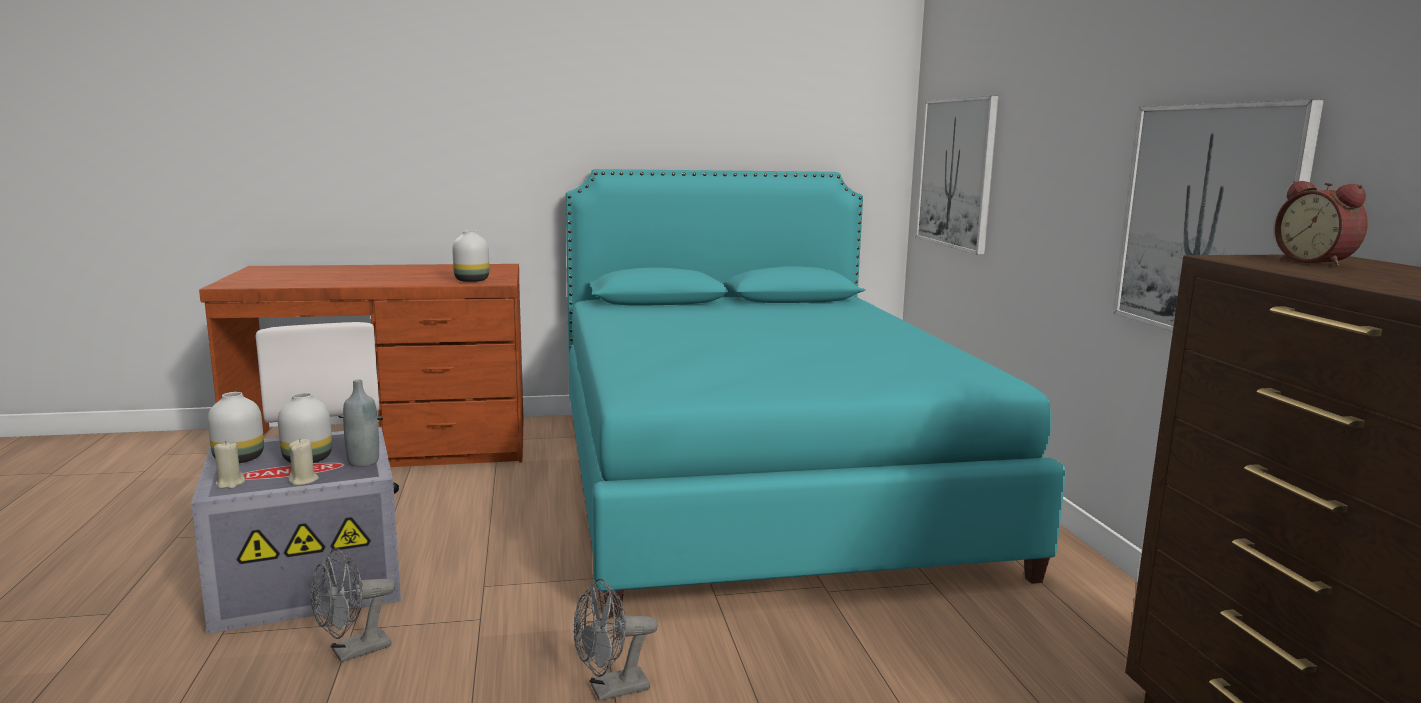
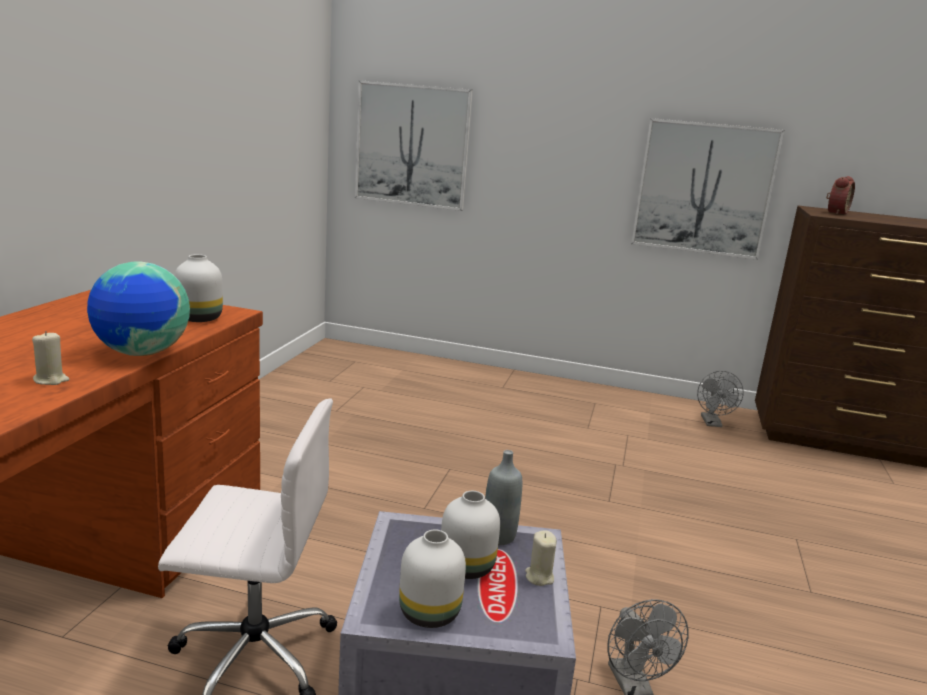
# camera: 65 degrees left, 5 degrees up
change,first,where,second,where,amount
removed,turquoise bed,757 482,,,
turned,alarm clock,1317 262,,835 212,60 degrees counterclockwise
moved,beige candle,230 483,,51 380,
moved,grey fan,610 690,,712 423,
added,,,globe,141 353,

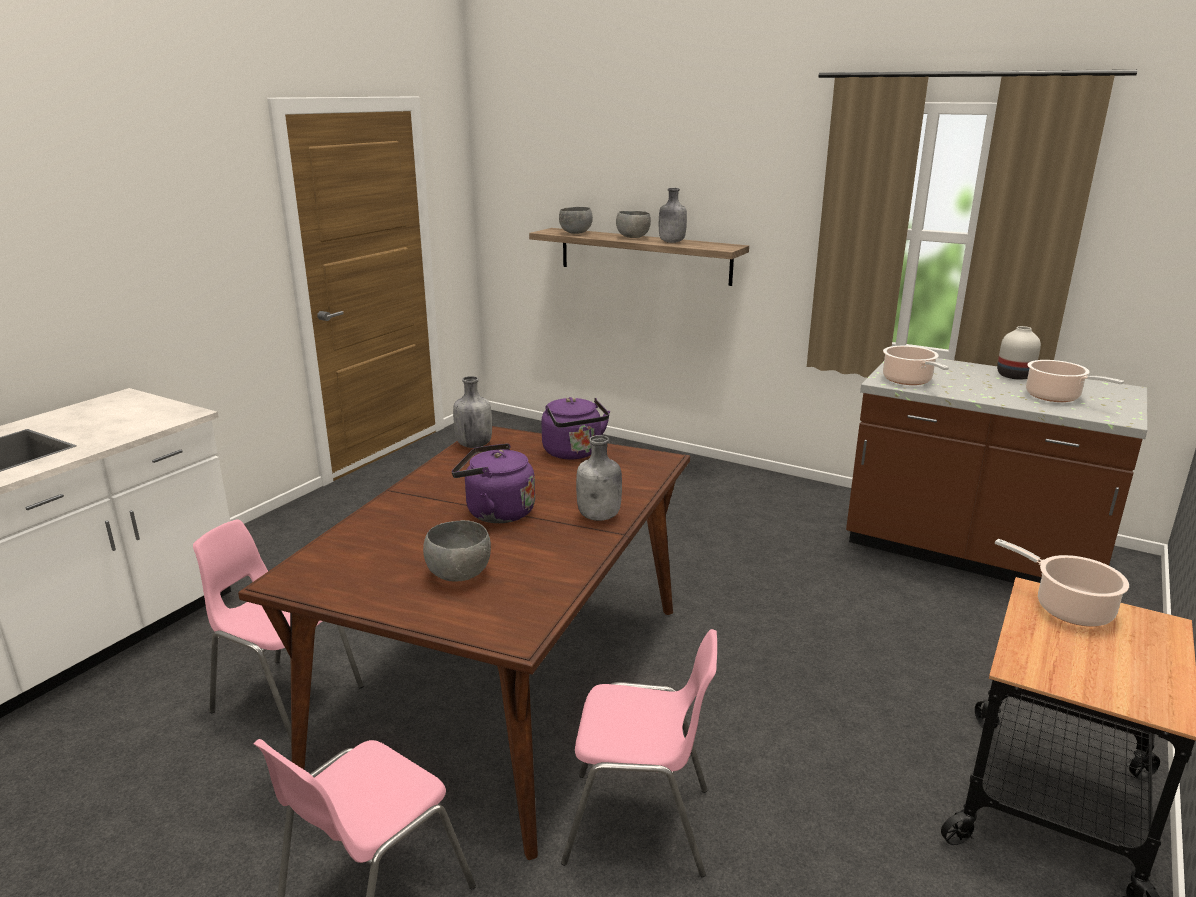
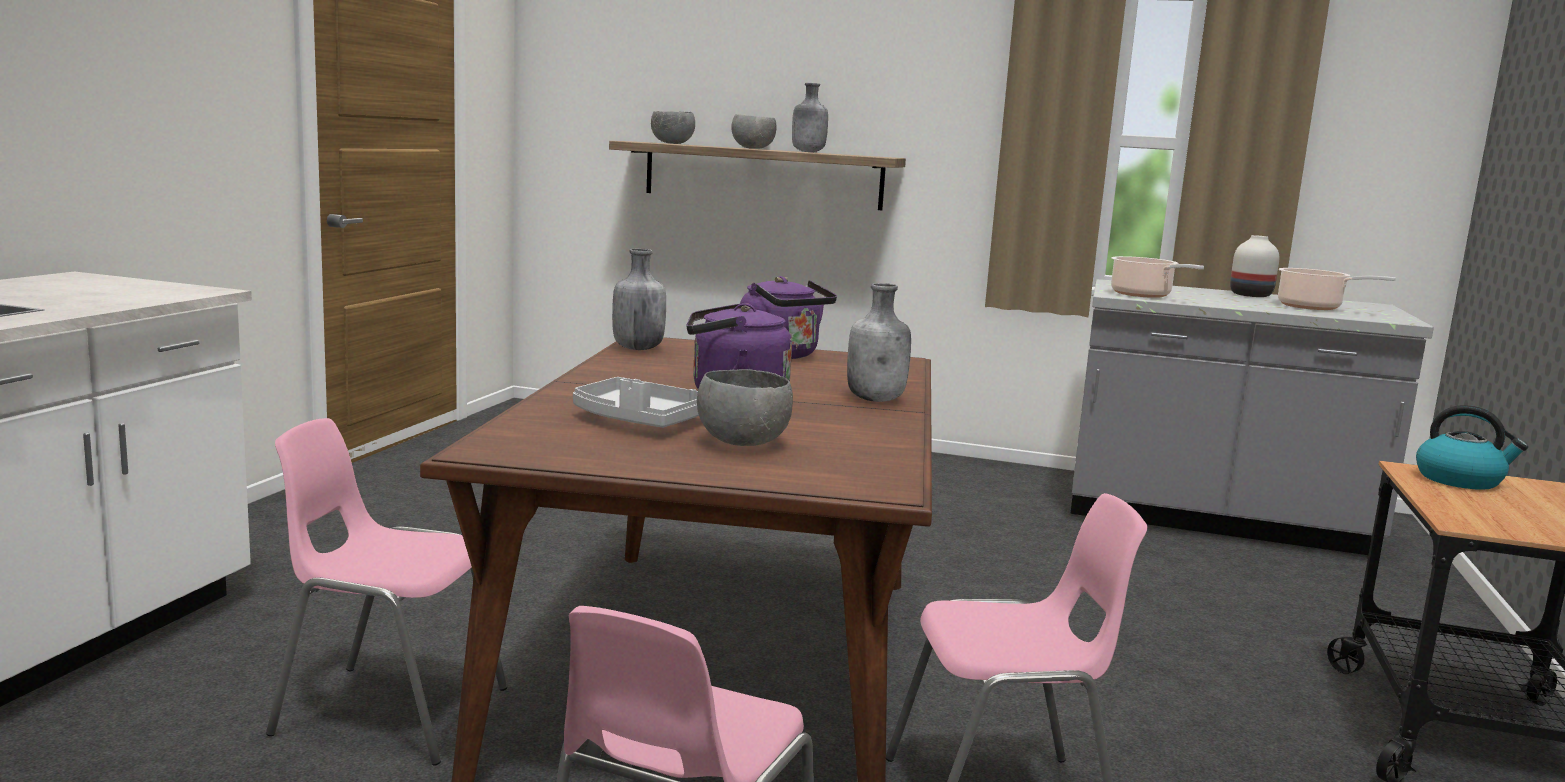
# camera: 15 degrees left, 10 degrees down
change,first,where,second,where,amount
recoloured,brown counter,970 554,grey counter,1215 520,
replaced,cooking pot,1068 608,kettle,1460 480,
added,,,grey tray,639 421,

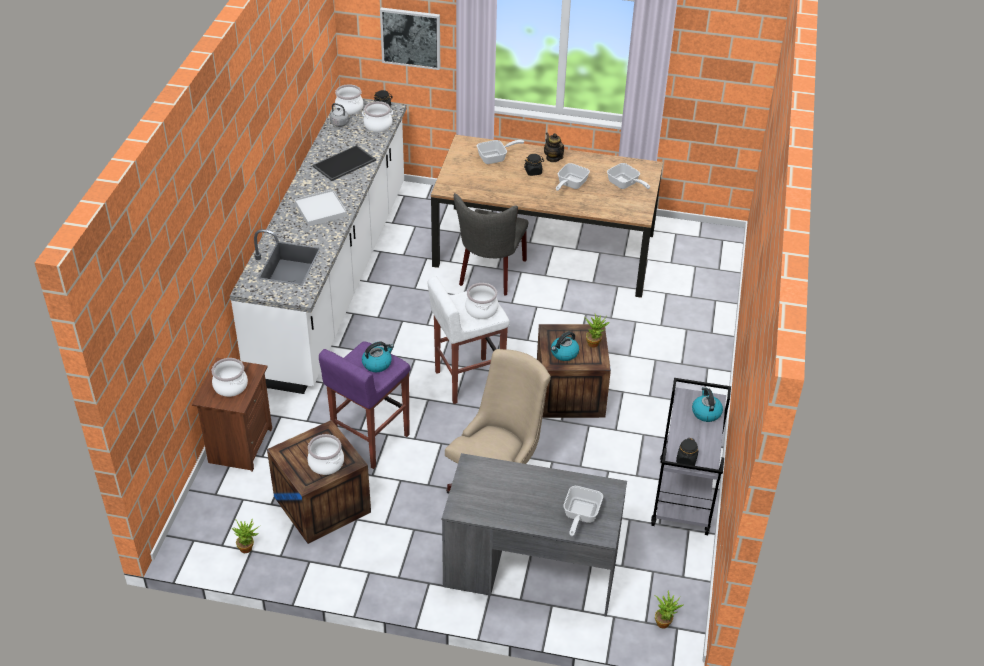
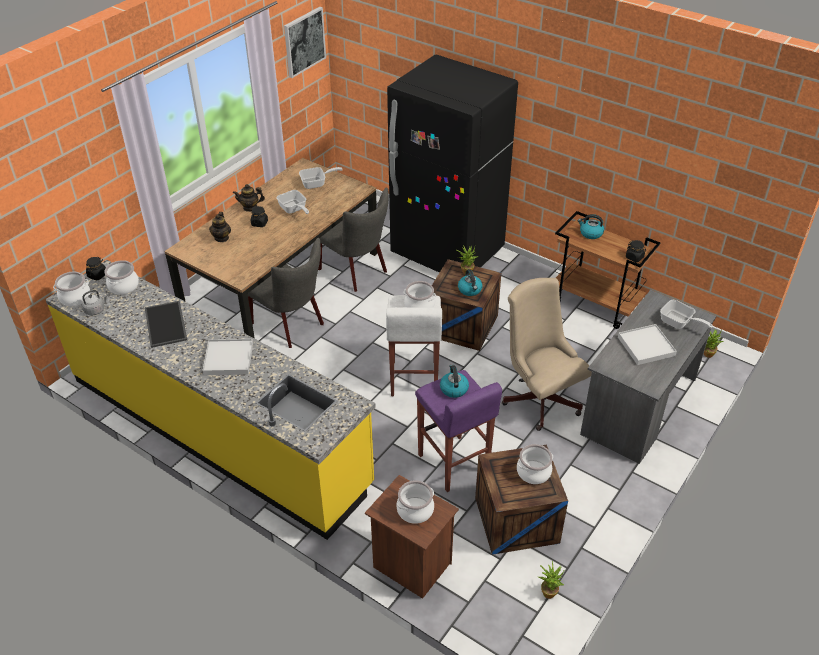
# camera: 65 degrees left, 0 degrees up
change,first,where,second,where,amount
moved,picture,411 38,,304 41,
recoloured,white counter,333 278,yellow counter,218 430,
replaced,frying pan,495 158,teapot,222 238,
recoloured,grey cart,684 497,brown cart,596 304,
added,,,black fridge,447 252,
added,,,grey chair,356 271,
added,,,white tray,646 346,

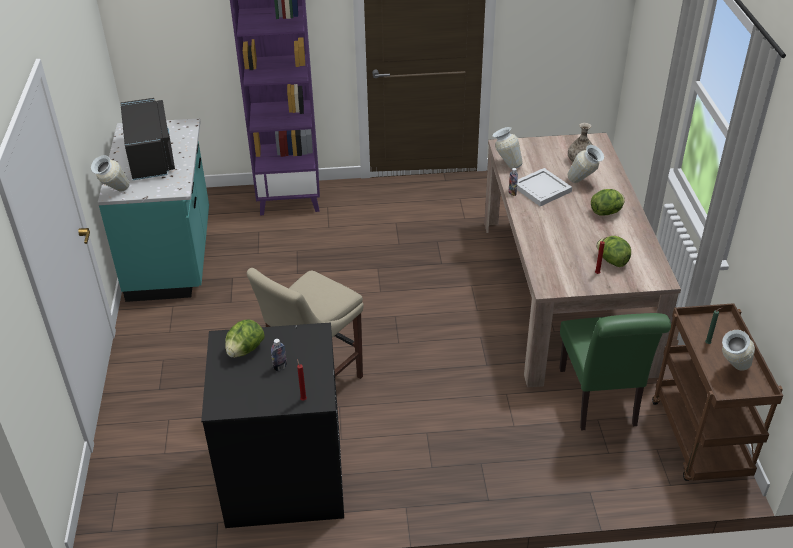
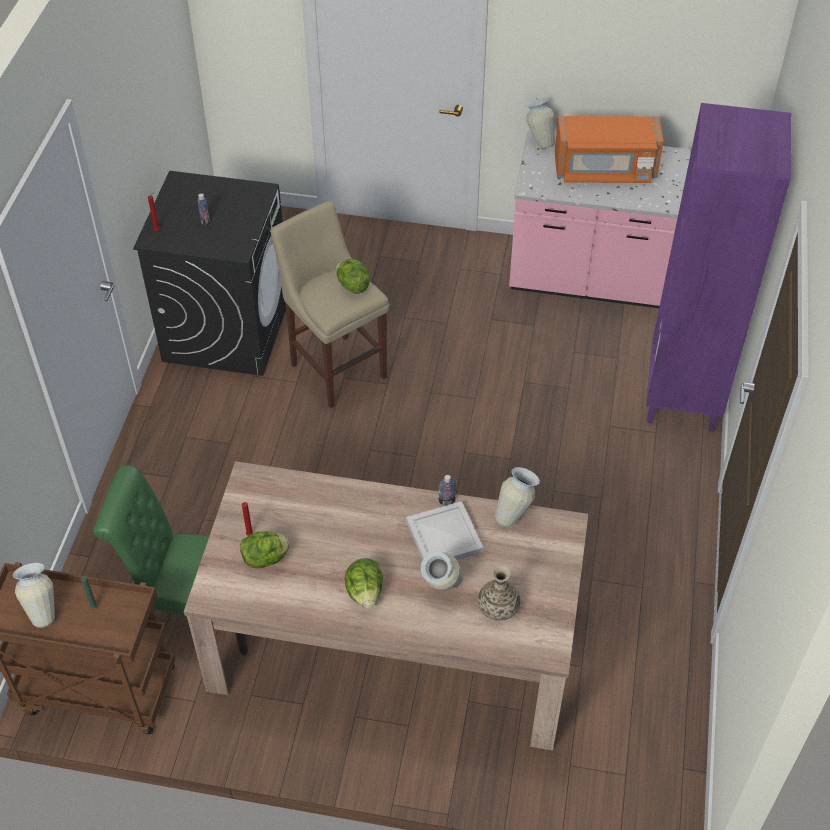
# camera: 105 degrees right, 10 degrees up
change,first,where,second,where,amount
recoloured,black microwave,150 157,orange microwave,604 170,
recoloured,turquoise counter,172 256,pink counter,588 279,
moved,lettuce,245 350,,352 285,

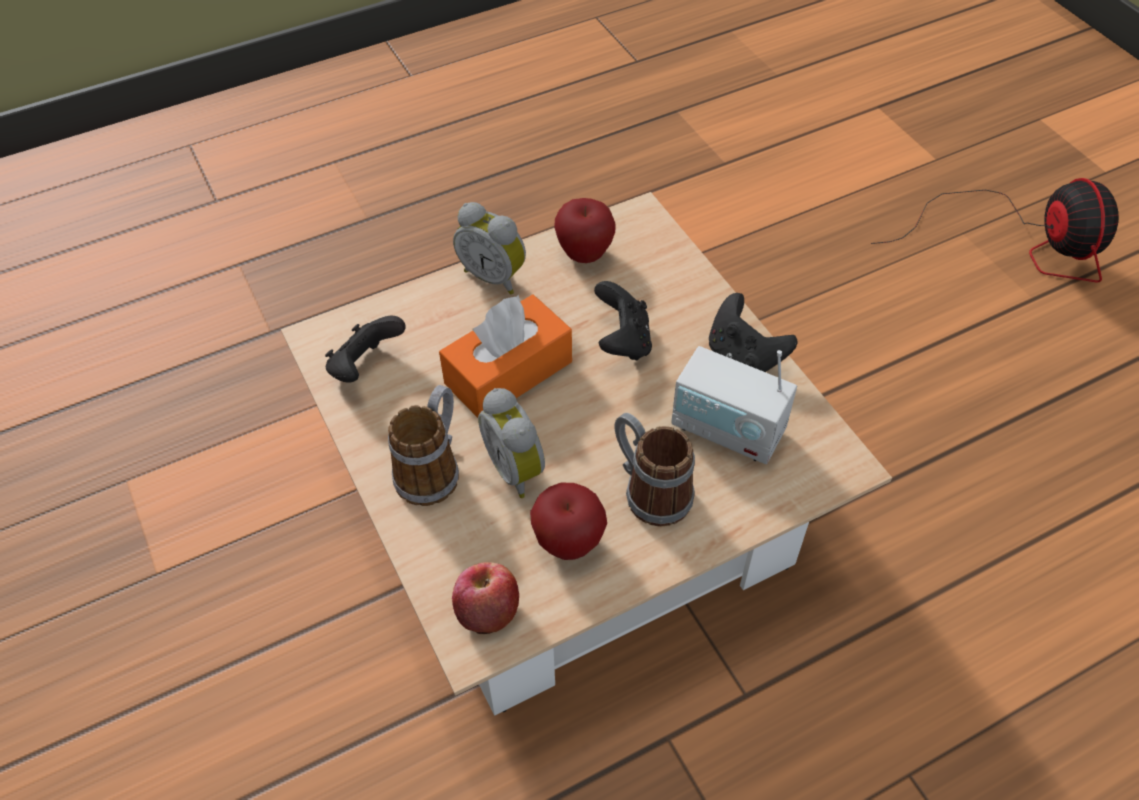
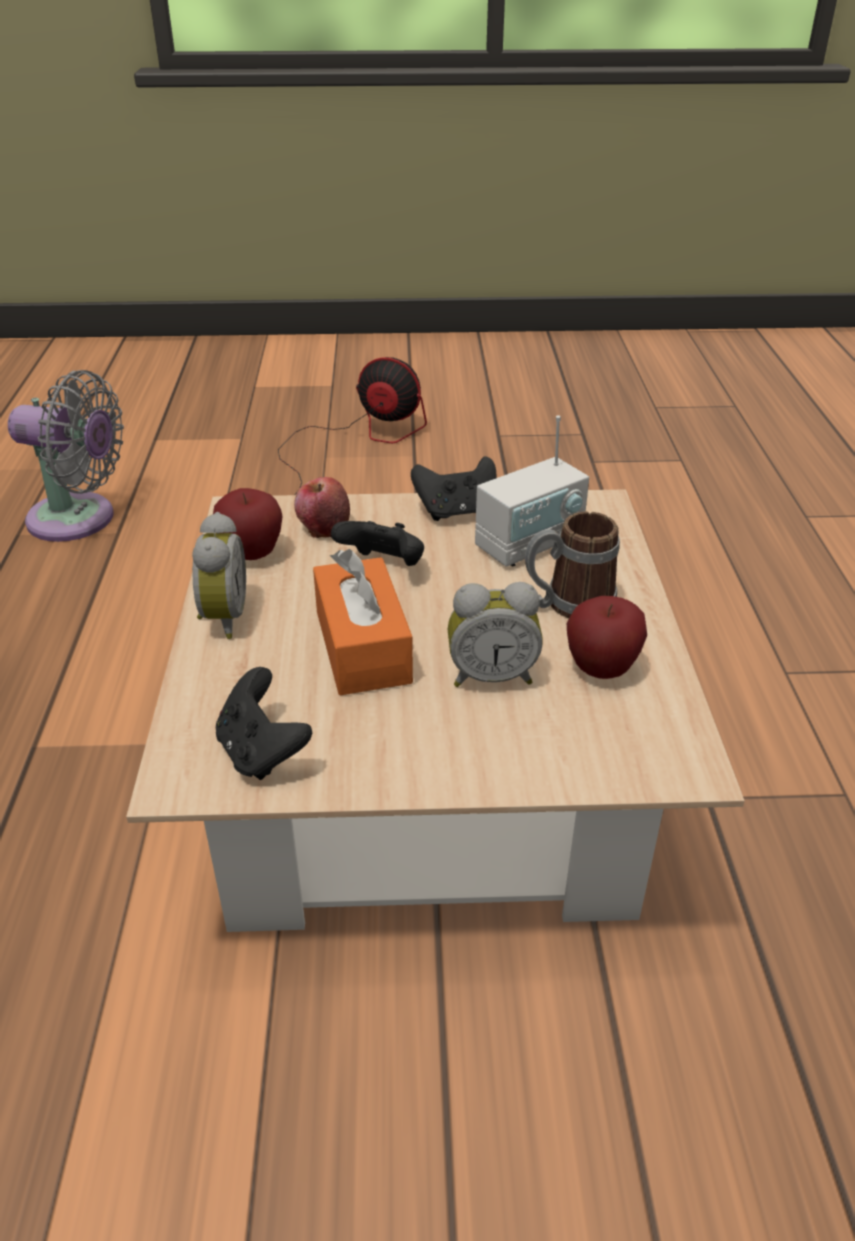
# camera: 65 degrees left, 15 degrees down
change,first,where,second,where,amount
turned,alarm clock,495 276,,221 618,60 degrees counterclockwise
removed,mug,433 468,,,
moved,apple,487 610,,323 527,
added,,,grey fan,79 520,

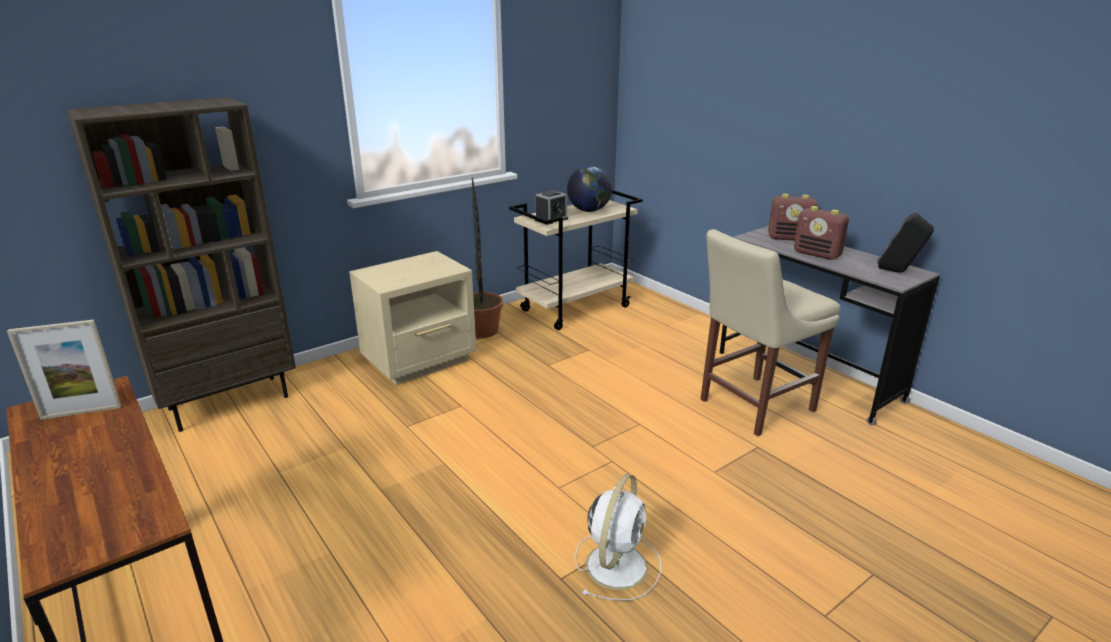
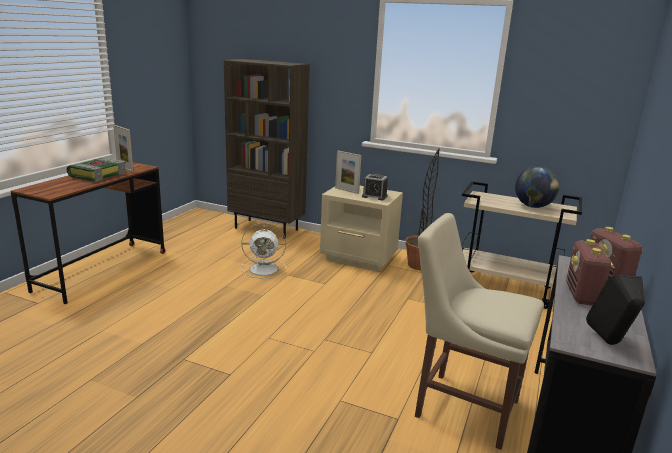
# camera: 60 degrees right, 5 degrees down
change,first,where,second,where,amount
moved,alarm clock,551 219,,374 196,
moved,white fan,617 564,,265 269,
added,,,picture frame,346 190,
added,,,book,98 175,

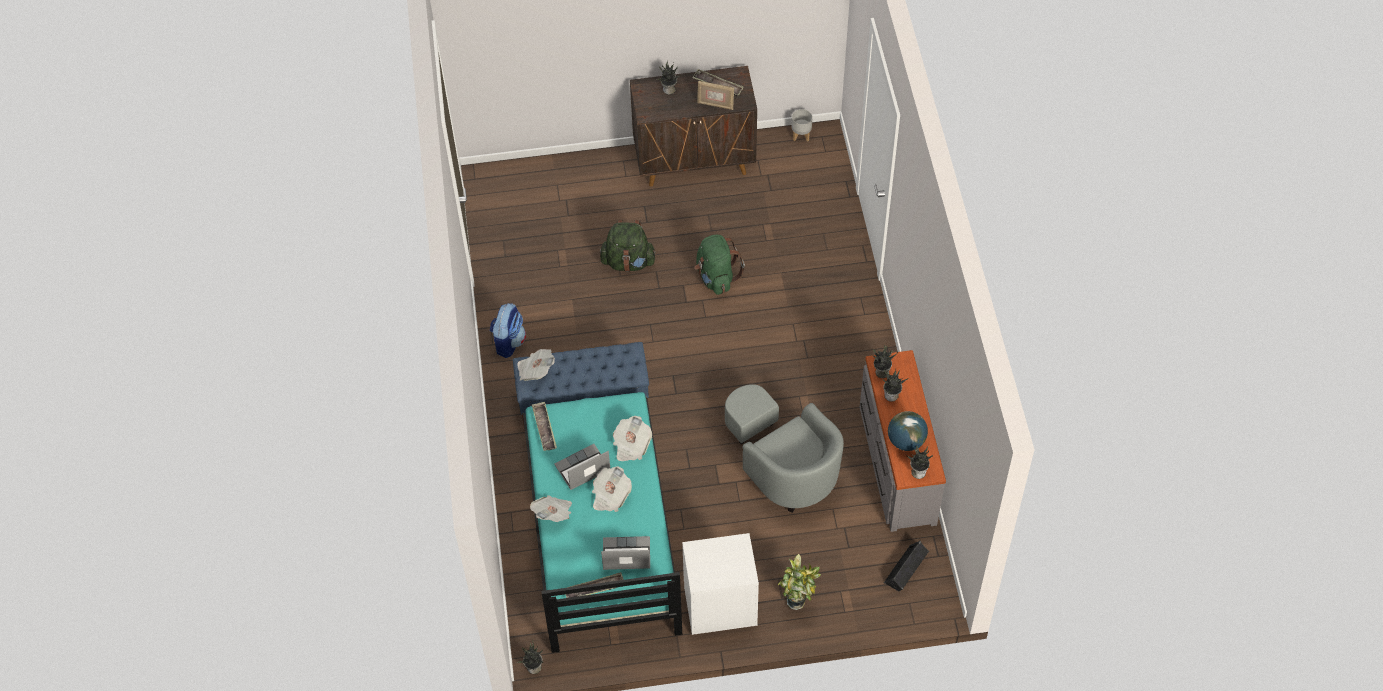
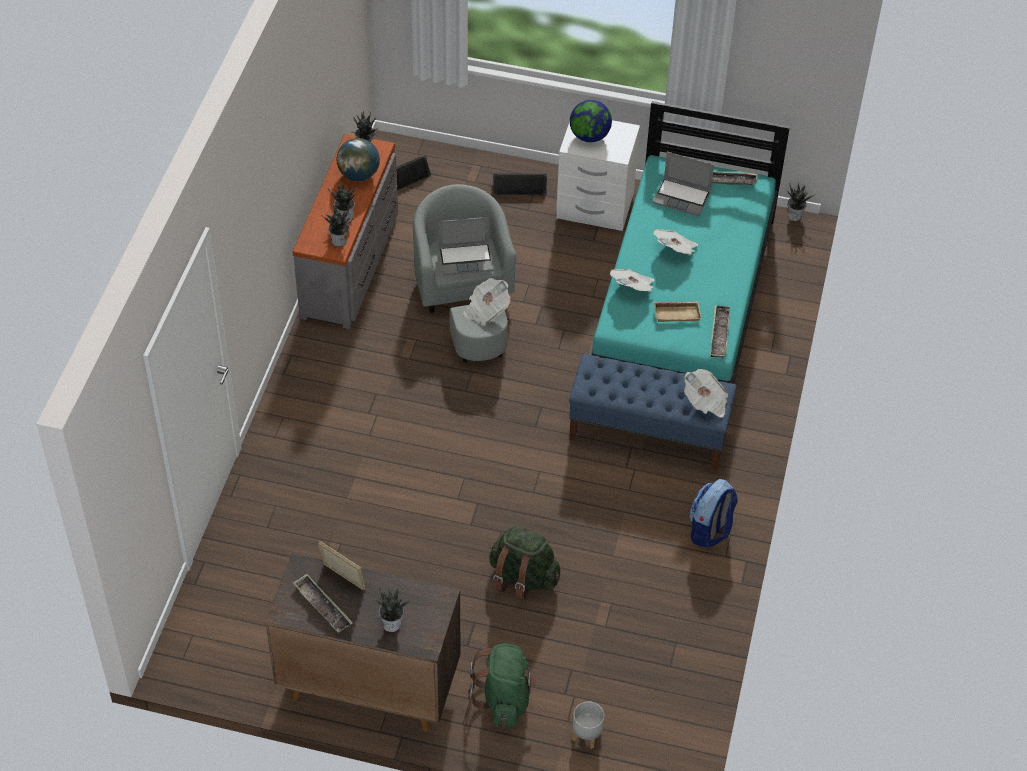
# camera: 160 degrees left, 5 degrees down
change,first,where,second,where,amount
moved,grey planter,801 135,,586 735,
moved,green backpack,716 277,,504 698,
moved,laptop,582 469,,466 259,
moved,newspaper,553 514,,486 310,
replaced,potted plant,798 602,black speaker,519 186,
added,,,globe,589 136,
added,,,beige tray,677 313,

